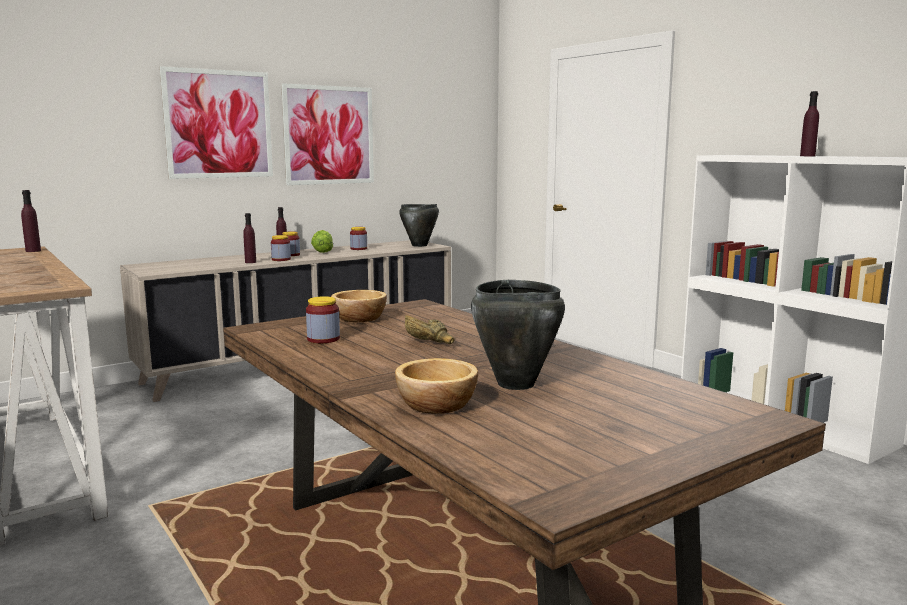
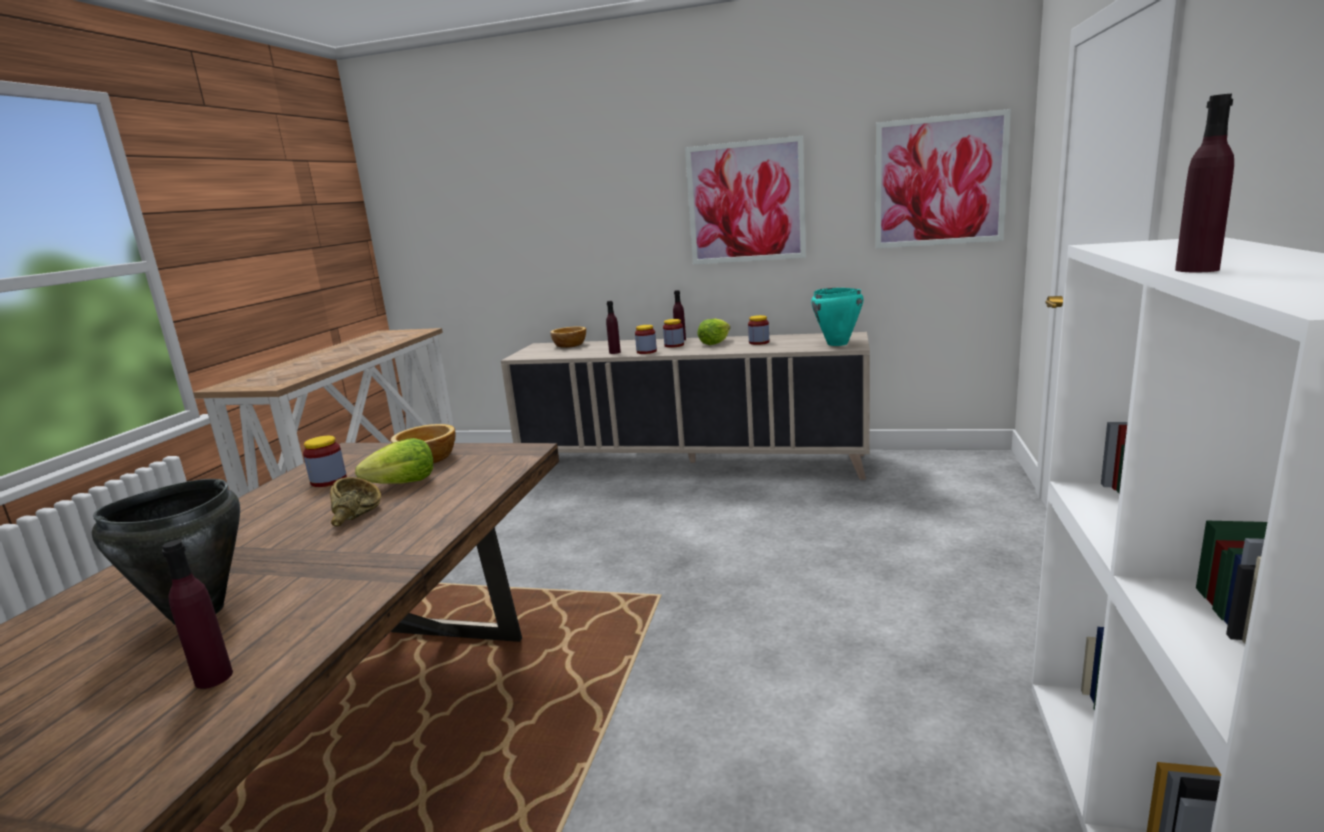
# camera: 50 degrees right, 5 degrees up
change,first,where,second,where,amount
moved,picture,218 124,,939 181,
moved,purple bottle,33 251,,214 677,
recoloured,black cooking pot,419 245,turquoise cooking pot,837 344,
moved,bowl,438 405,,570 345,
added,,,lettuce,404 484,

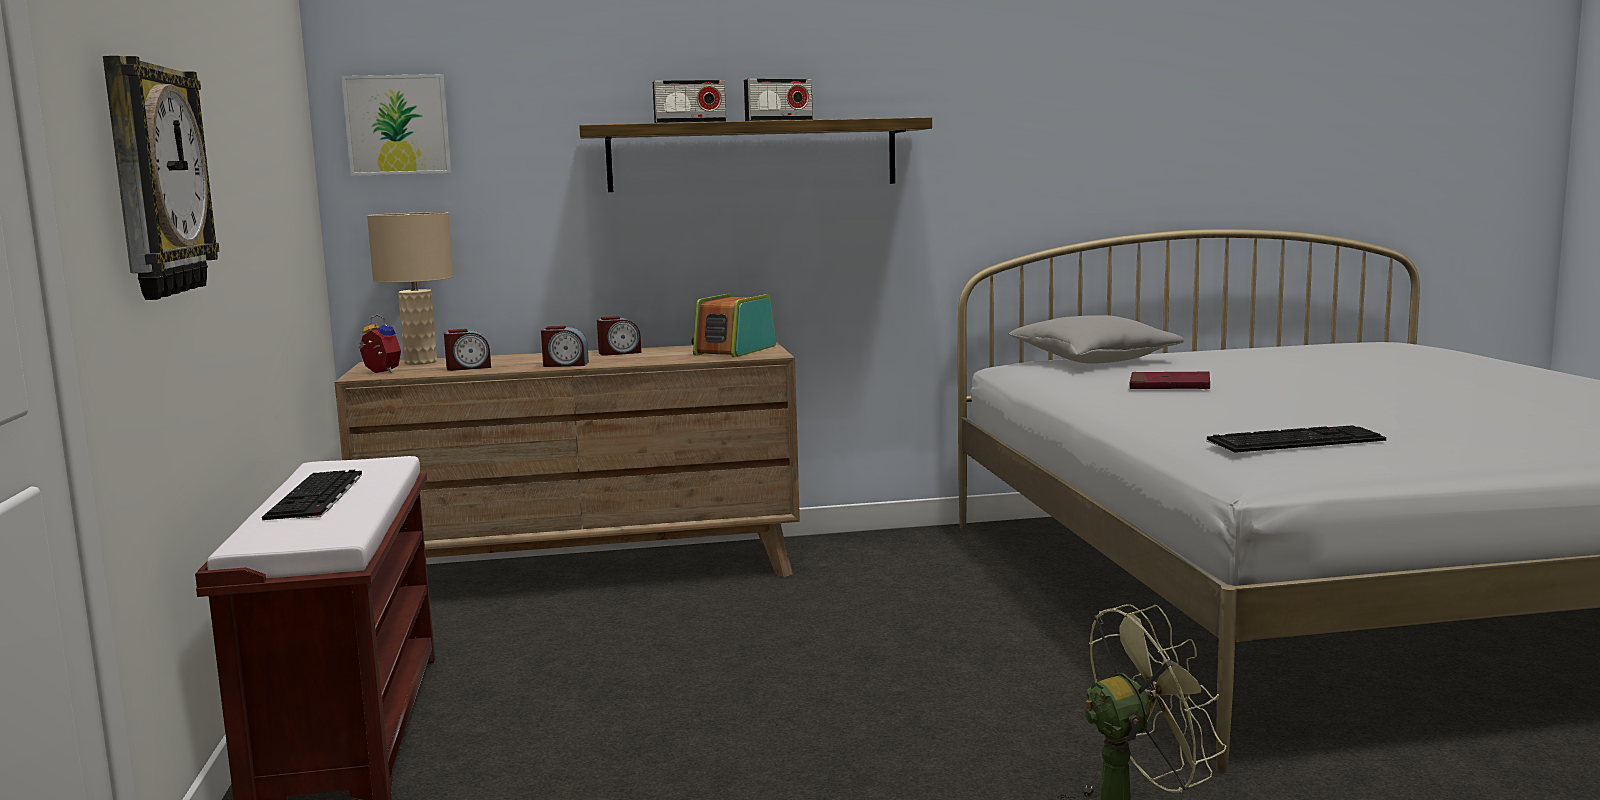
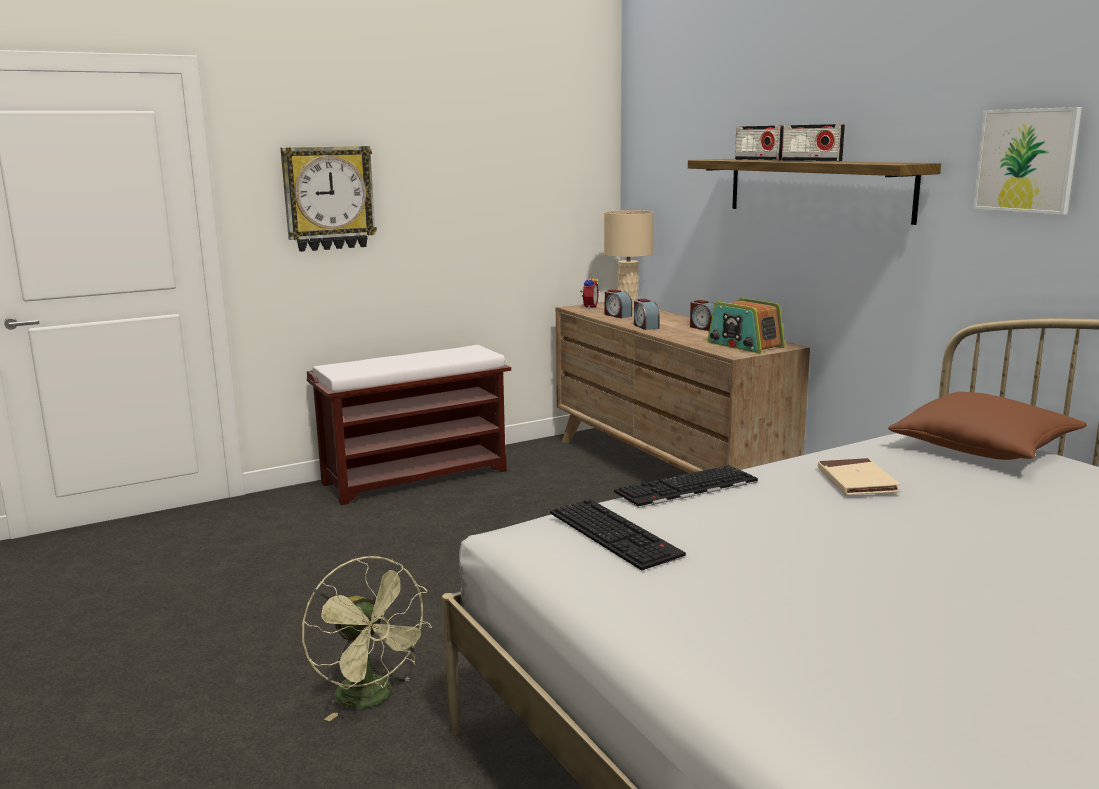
# camera: 70 degrees right, 5 degrees up
change,first,where,second,where,amount
moved,picture,397 125,,1026 160,
turned,radio,734 350,,744 345,135 degrees counterclockwise
recoloured,grey pillow,1093 361,brown pillow,984 449,
recoloured,red book,1169 386,beige book,857 481,
moved,keyboard,317 496,,686 488,

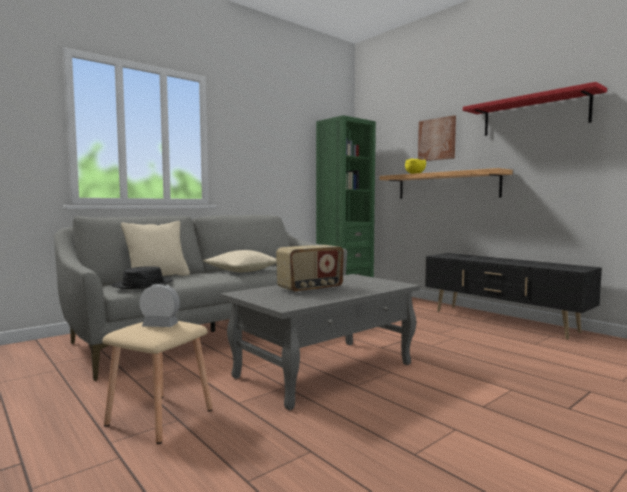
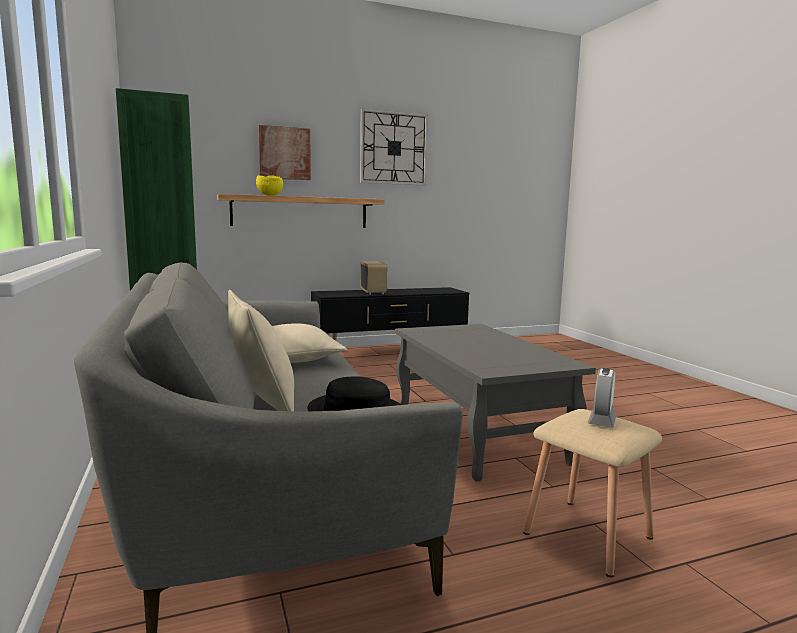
# camera: 70 degrees left, 5 degrees up
change,first,where,second,where,amount
replaced,red shelf,534 115,wall clock,393 148,
moved,radio,310 289,,373 292,

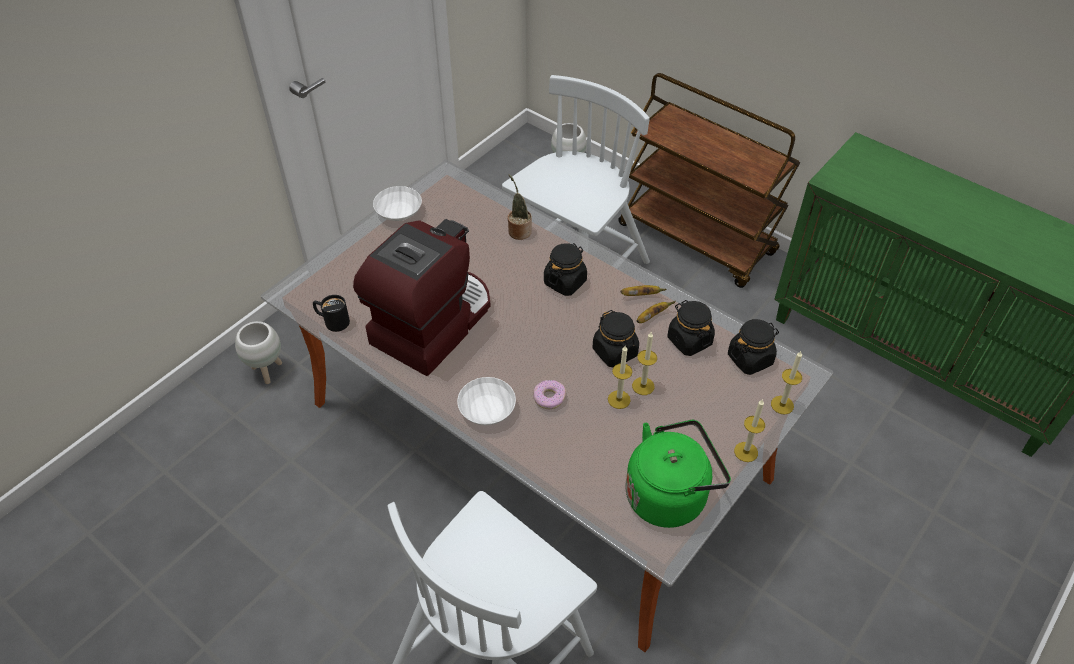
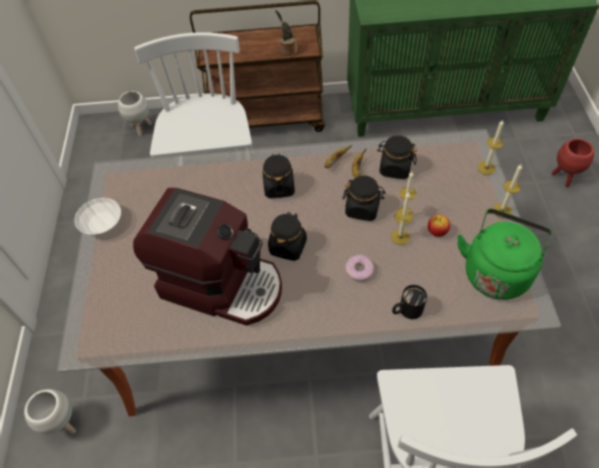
# camera: 40 degrees left, 5 degrees up
change,first,where,second,where,amount
moved,potted plant,519 230,,287 50,
turned,coffee machine,432 323,,222 284,120 degrees clockwise
moved,black mug,332 321,,406 311,
moved,black jar,750 359,,288 246,
removed,white bowl,487 410,,,
added,,,red planter,564 178,
added,,,apple,437 232,

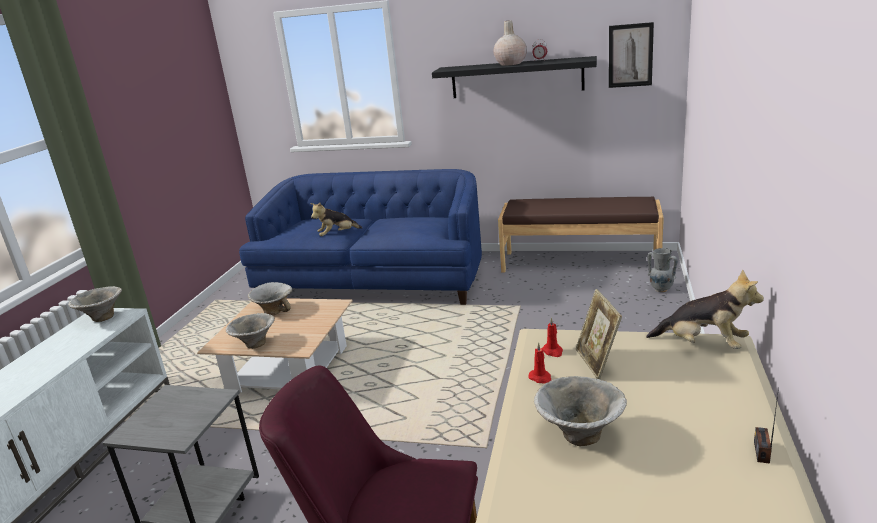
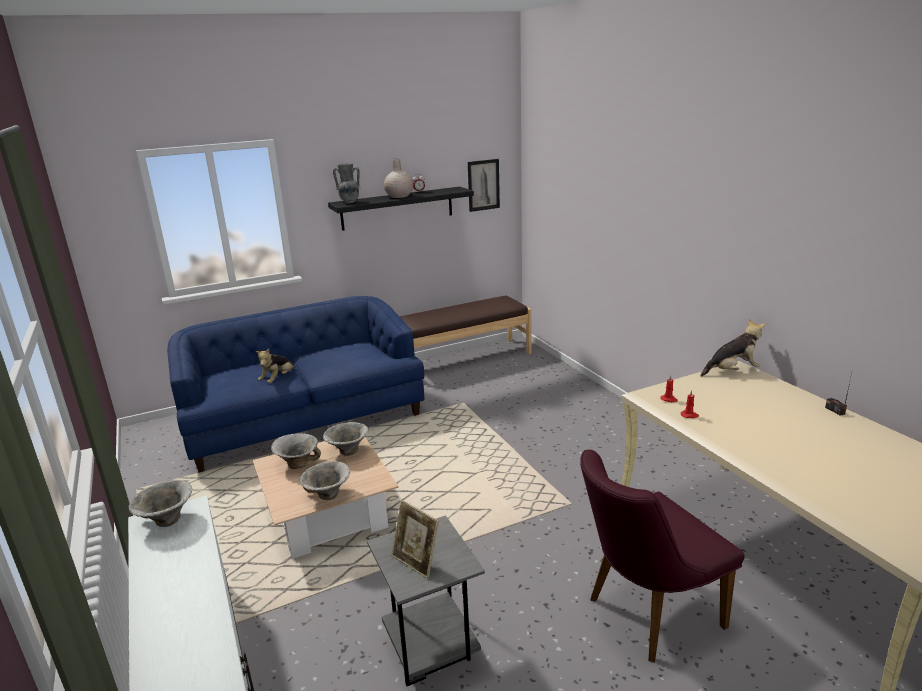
# camera: 40 degrees left, 0 degrees up
change,first,where,second,where,amount
moved,grey vase,661 289,,349 202,
moved,picture frame,597 362,,416 562,
moved,bowl,578 436,,347 452,

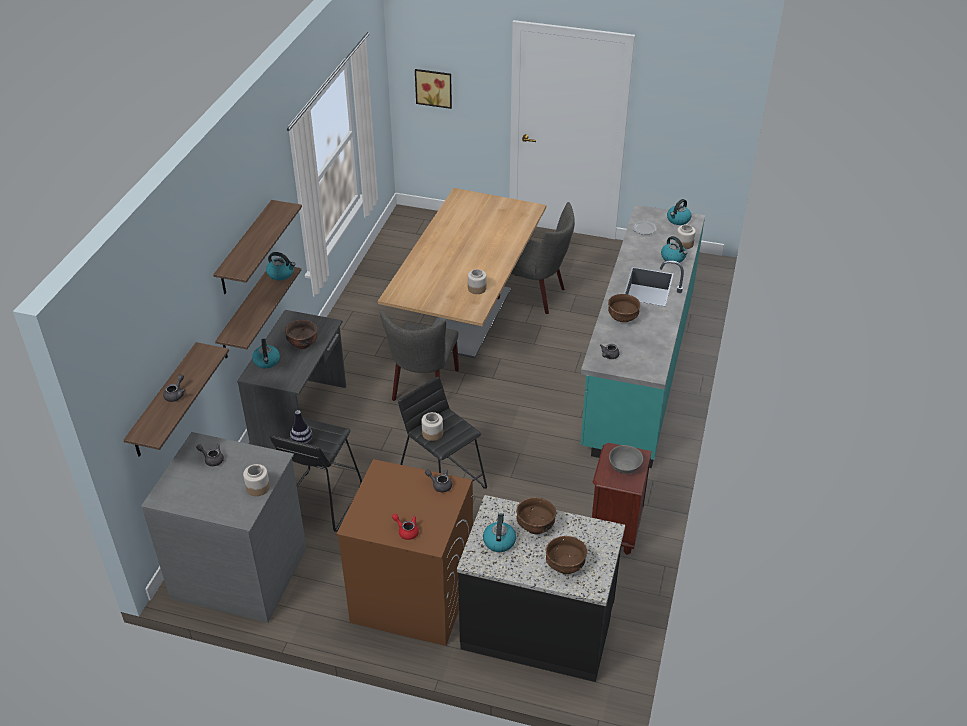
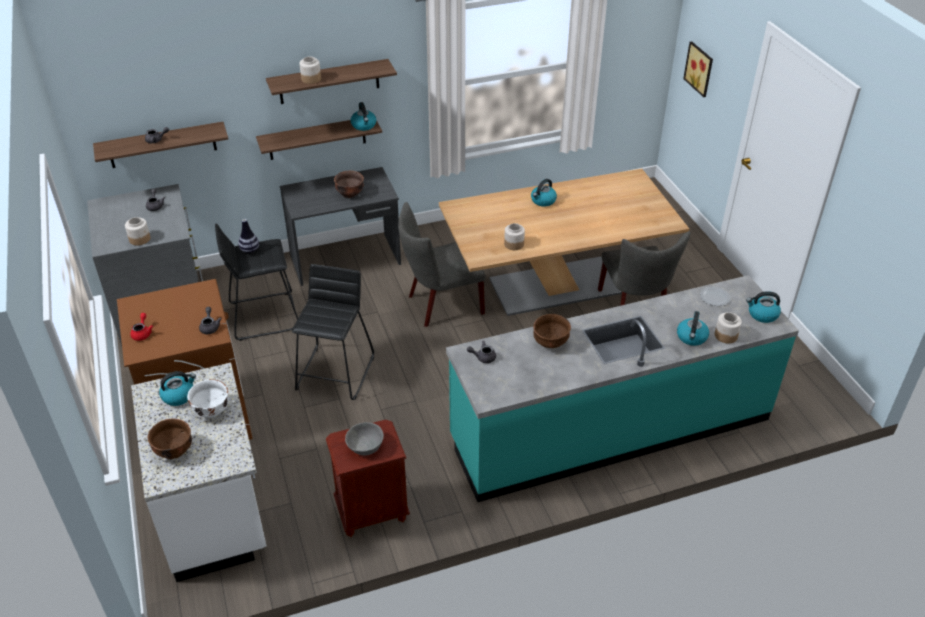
# camera: 55 degrees right, 0 degrees up
change,first,where,second,where,amount
moved,kettle,267 361,,543 201,
moved,jar,432 433,,311 79,
recoloured,black counter,538 628,white counter,215 512,
recoloured,brown bowl,535 527,white bowl,211 410,

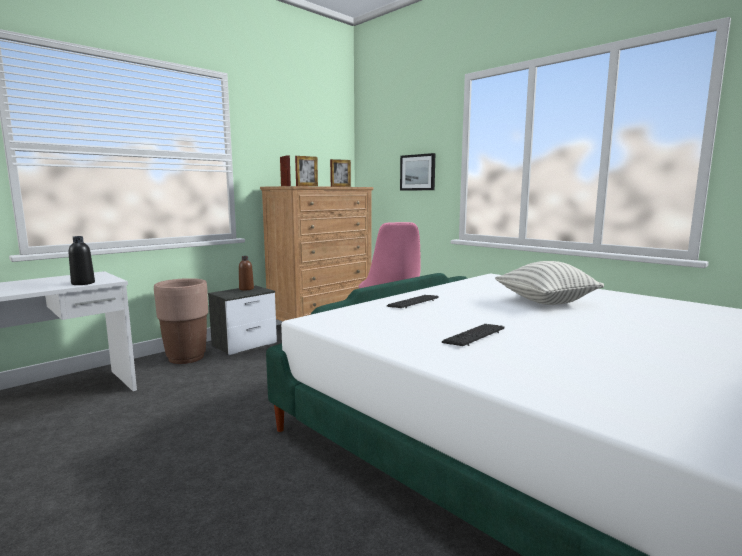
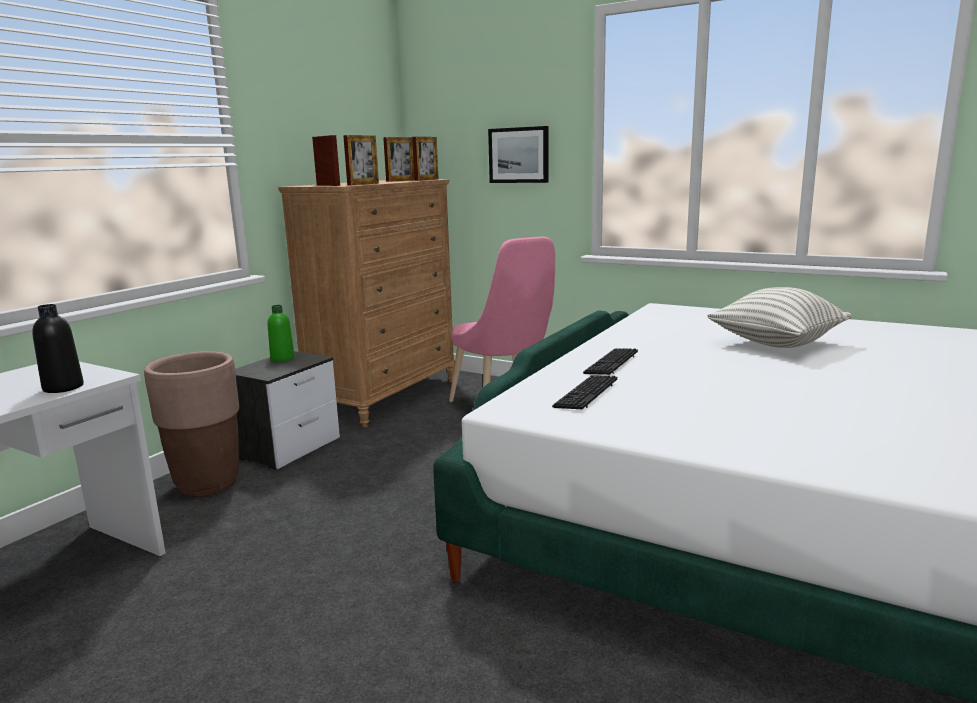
# camera: 15 degrees left, 5 degrees up
change,first,where,second,where,amount
recoloured,brown bottle,246 289,green bottle,282 358,
moved,keyboard,474 336,,586 394,
added,,,picture frame,426 180,

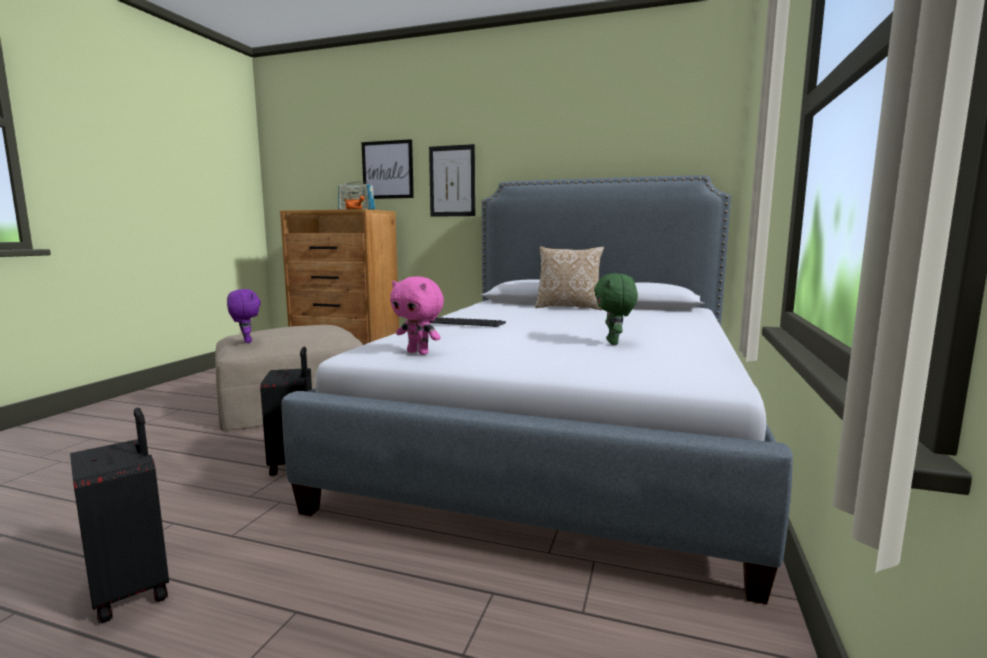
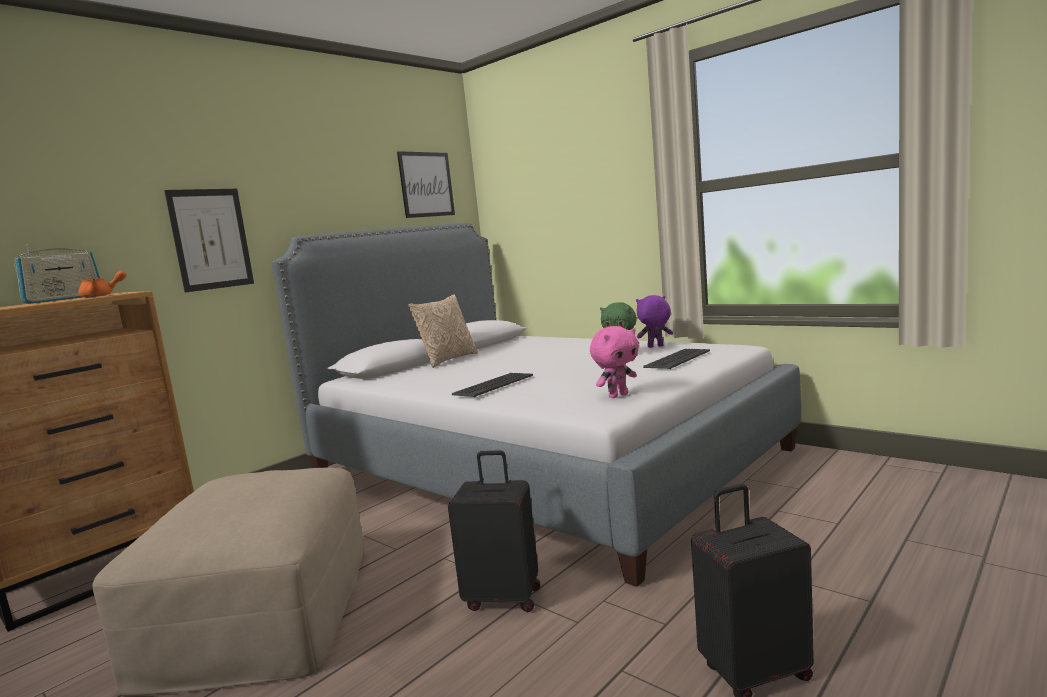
# camera: 65 degrees left, 0 degrees up
change,first,where,second,where,amount
moved,picture,387 170,,426 184,
moved,purple plush toy,246 341,,655 347,
added,,,keyboard,677 359,

